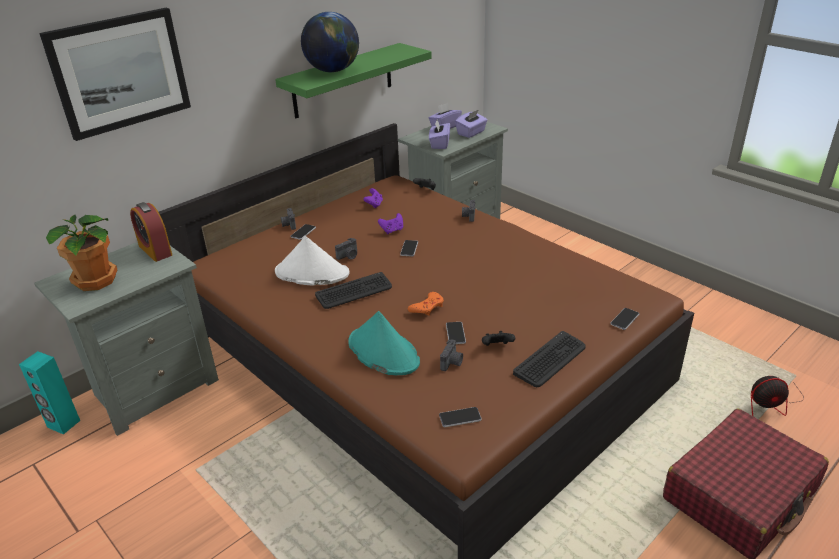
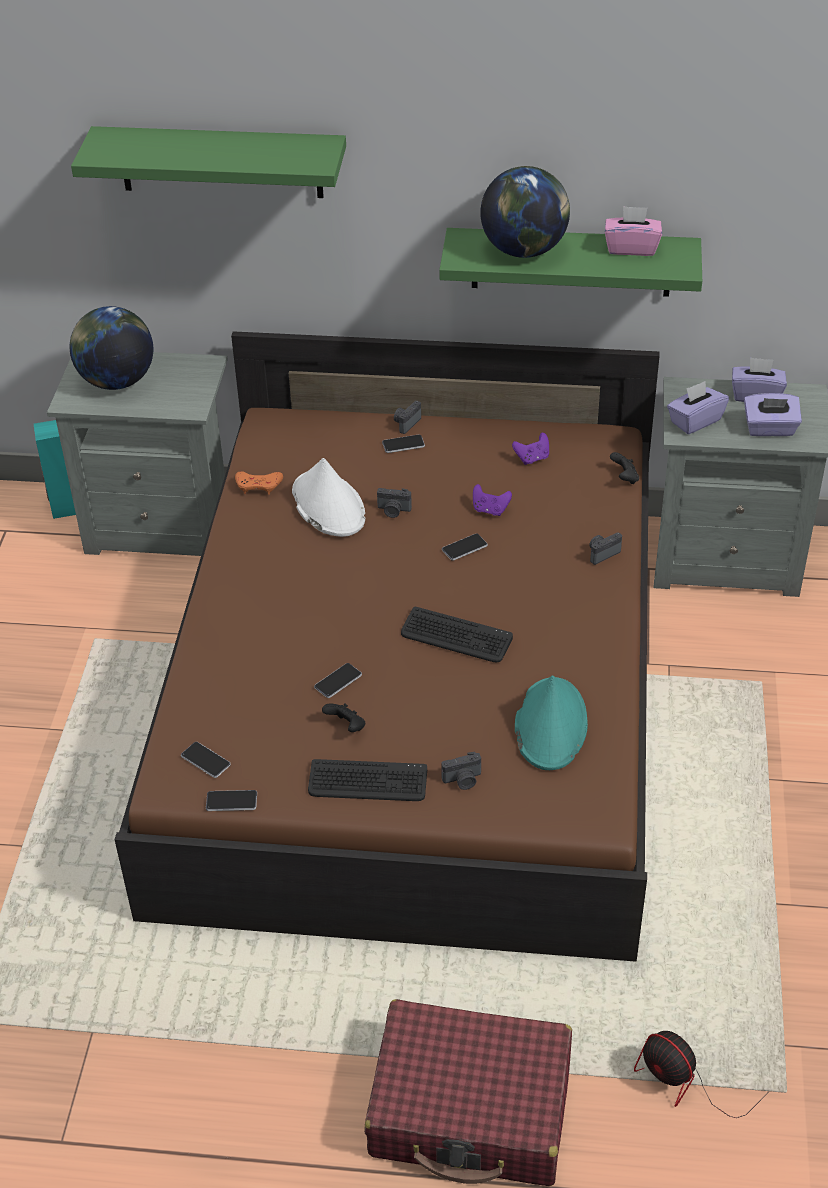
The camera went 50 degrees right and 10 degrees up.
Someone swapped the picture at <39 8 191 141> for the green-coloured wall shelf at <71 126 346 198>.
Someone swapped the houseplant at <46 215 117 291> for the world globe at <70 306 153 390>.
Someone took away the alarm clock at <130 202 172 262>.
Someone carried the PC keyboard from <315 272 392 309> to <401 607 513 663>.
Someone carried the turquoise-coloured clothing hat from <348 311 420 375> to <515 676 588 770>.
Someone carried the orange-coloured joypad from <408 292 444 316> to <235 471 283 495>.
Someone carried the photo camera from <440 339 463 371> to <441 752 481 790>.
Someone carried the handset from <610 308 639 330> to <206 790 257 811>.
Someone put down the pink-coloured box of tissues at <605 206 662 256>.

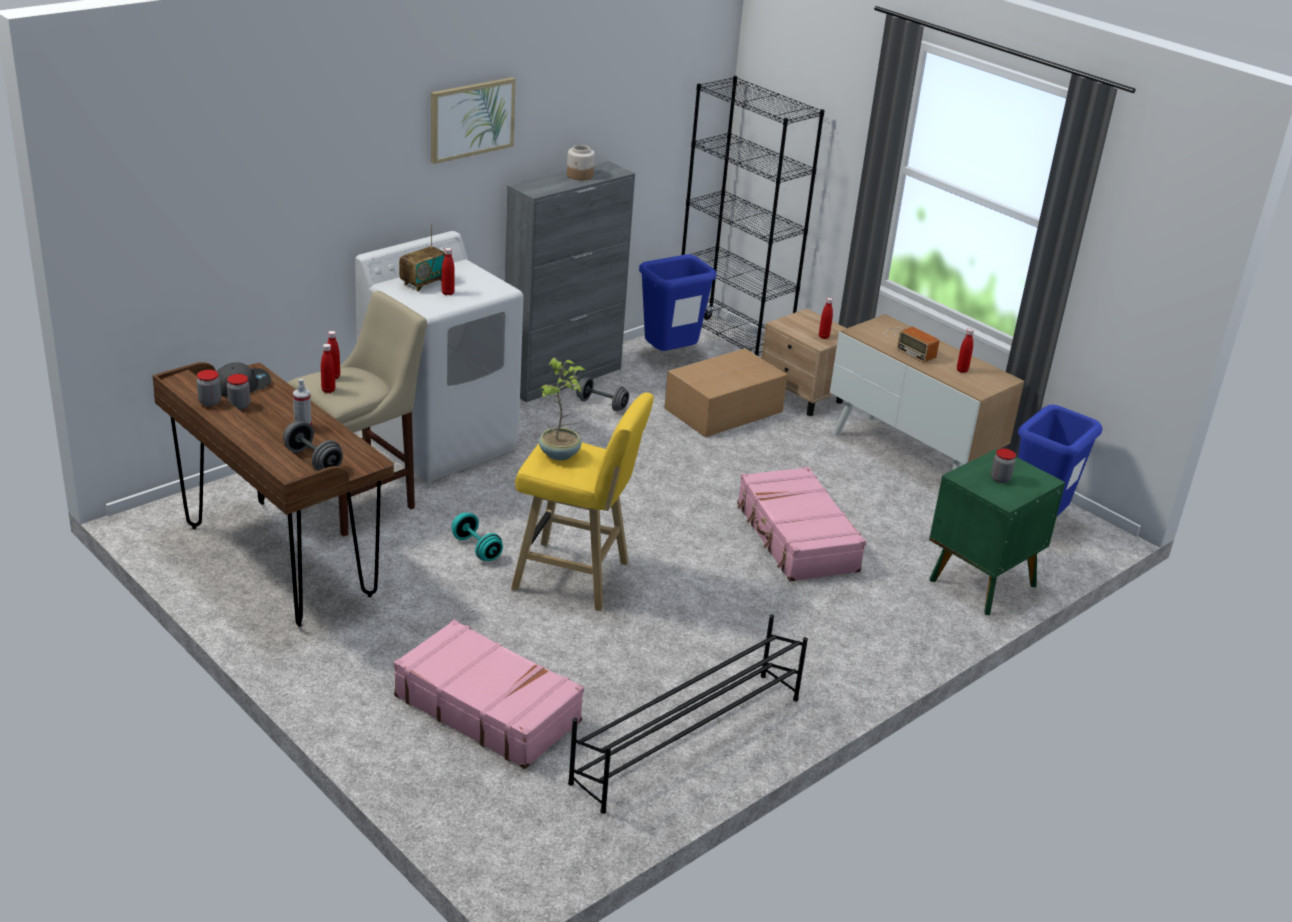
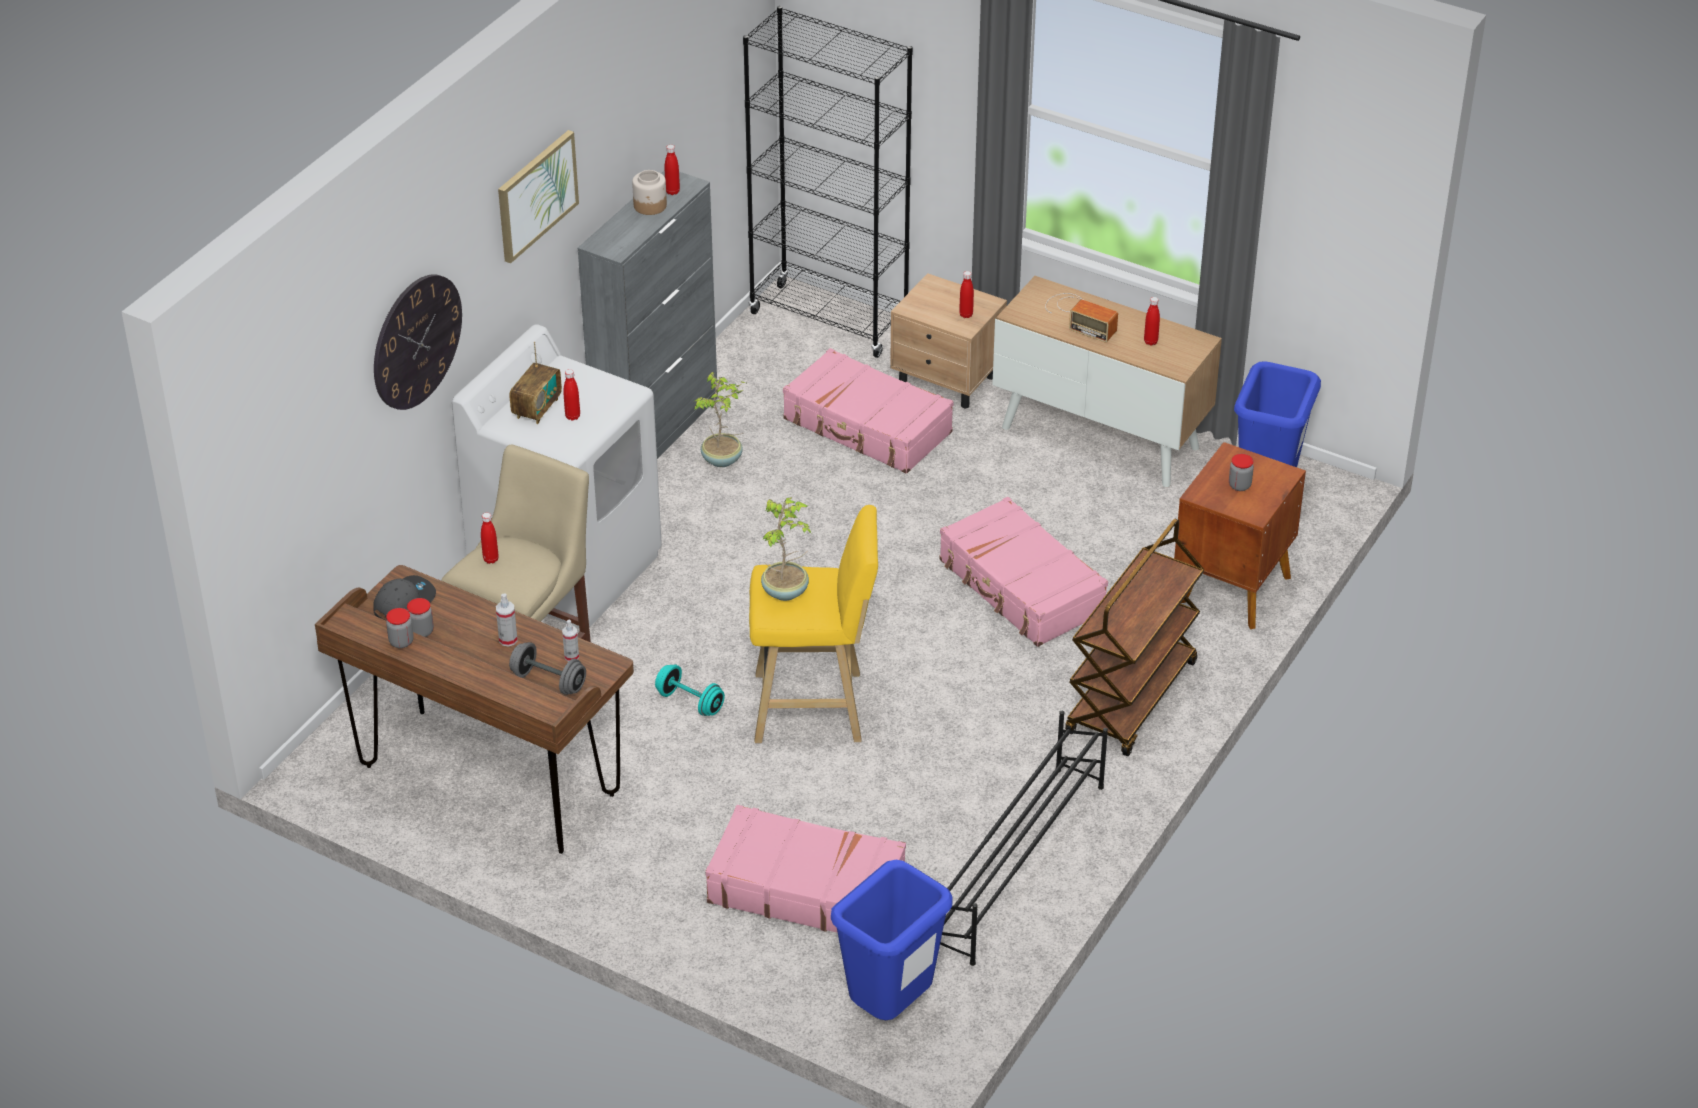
The camera went 15 degrees left and 10 degrees up.
Someone carried the reddish beverage bottle from <321 344 335 393> to <665 145 680 195>.
Someone swapped the gray free weight at <576 377 629 411> for the houseplant at <695 372 746 467>.
Someone carried the blue-coloured waste bin from <639 254 716 351> to <831 860 953 1020>.
Someone swapped the packing box at <664 348 788 437> for the pink-coloured travel case at <783 348 954 474>.
Someone repainted the green-coloured night table at <929 448 1065 615>, which became the brownish night table at <1174 442 1306 629>.
Someone put up the clock on the wall at <374 274 462 410>.
Someone put down the sprayer at <562 620 579 662>.
Someone put down the brownish trolley at <1065 519 1204 756>.

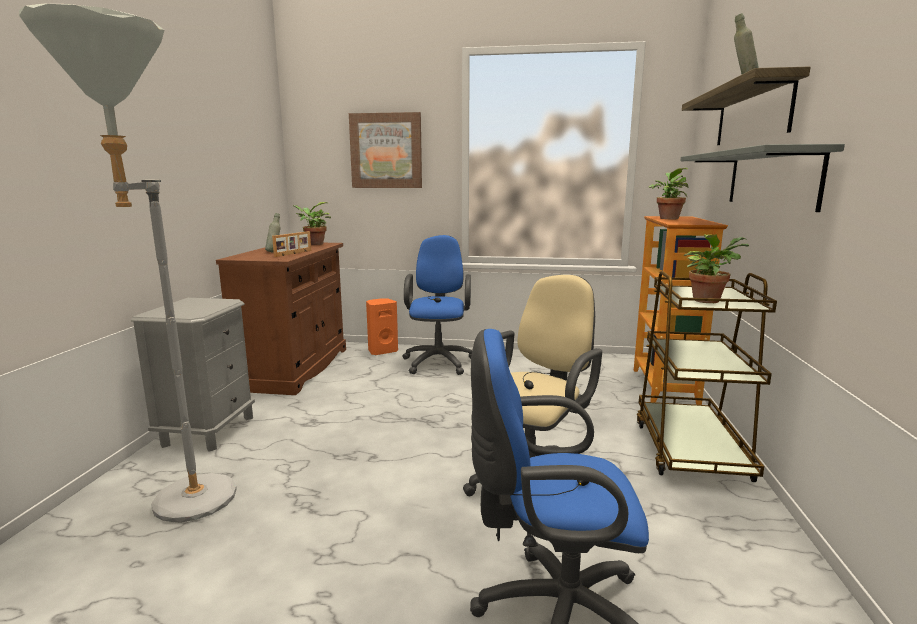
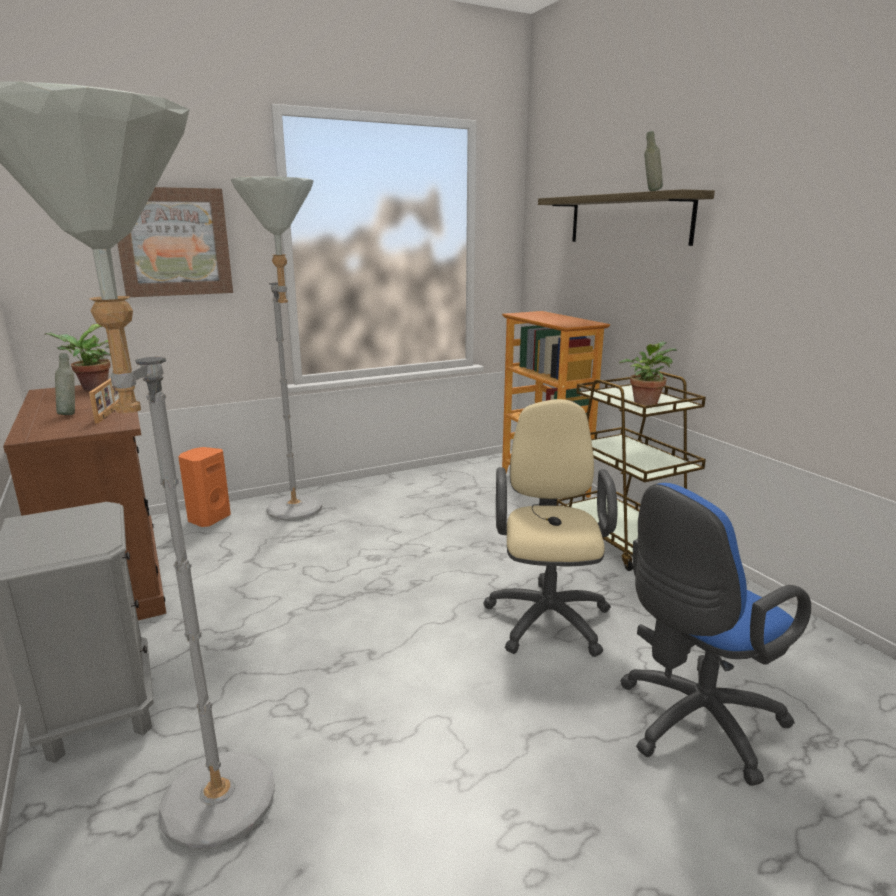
The camera went 35 degrees left and 5 degrees up.
Someone swapped the blue-coloured computer chair at <402 235 472 375> for the gray floor lamp at <231 177 322 521>.
Someone took away the houseplant at <649 168 689 219>.
Someone took away the gray wall shelf at <681 144 845 212>.

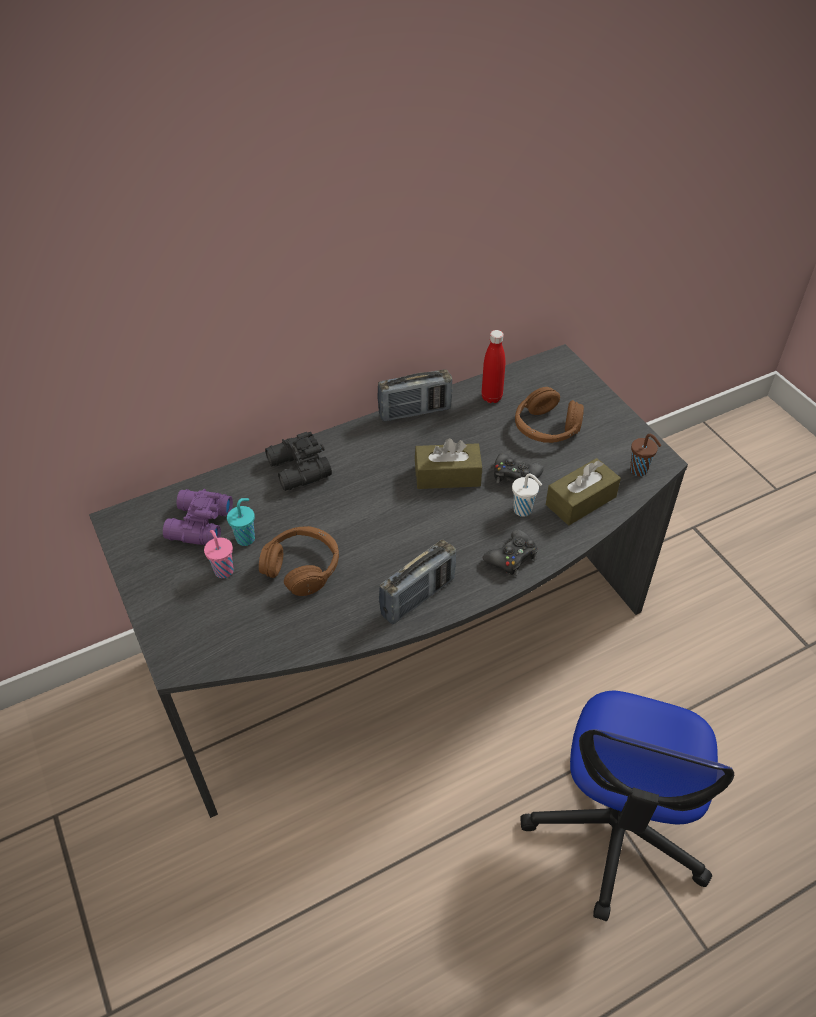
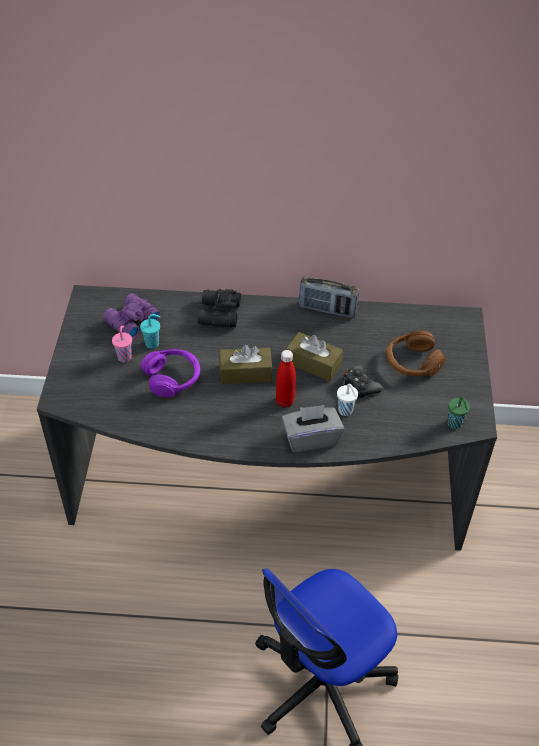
The camera went 30 degrees right and 0 degrees up.
Someone repainted the brownish headphones at <259 526 339 596>, which became the purple headphones at <140 349 200 397>.
Someone took away the radio at <379 539 456 625>.
Someone carried the reddish beverage bottle from <482 330 505 403> to <276 350 296 407>.
Someone swapped the black-coloured joypad at <483 529 538 576> for the gray box of tissues at <282 405 344 452>.
Someone carried the brownish box of tissues from <546 458 621 525> to <219 345 273 384>.
Someone repainted the brownish cup at <630 434 661 476>, which became the green-coloured cup at <447 397 470 429>.

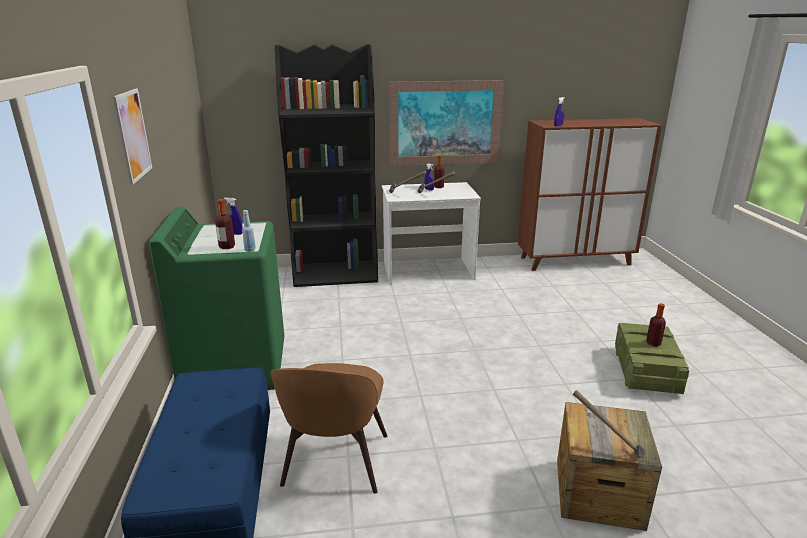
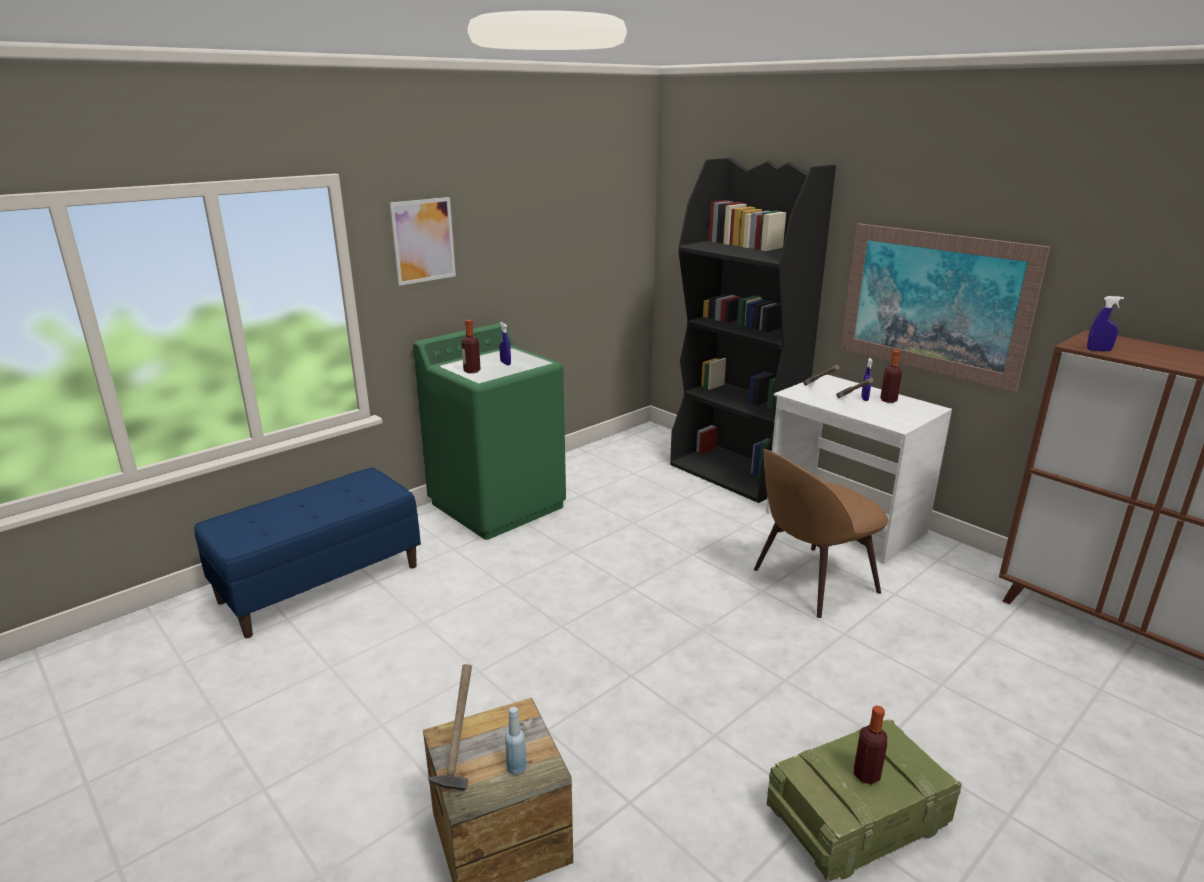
The camera went 55 degrees right and 0 degrees up.
Someone carried the blue-coloured beverage bottle from <242 210 256 252> to <505 707 527 775>.
Someone carried the brownish upright chair from <270 363 387 494> to <754 449 888 618>.

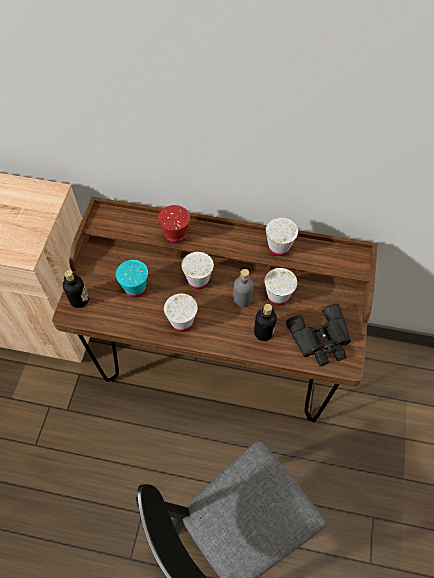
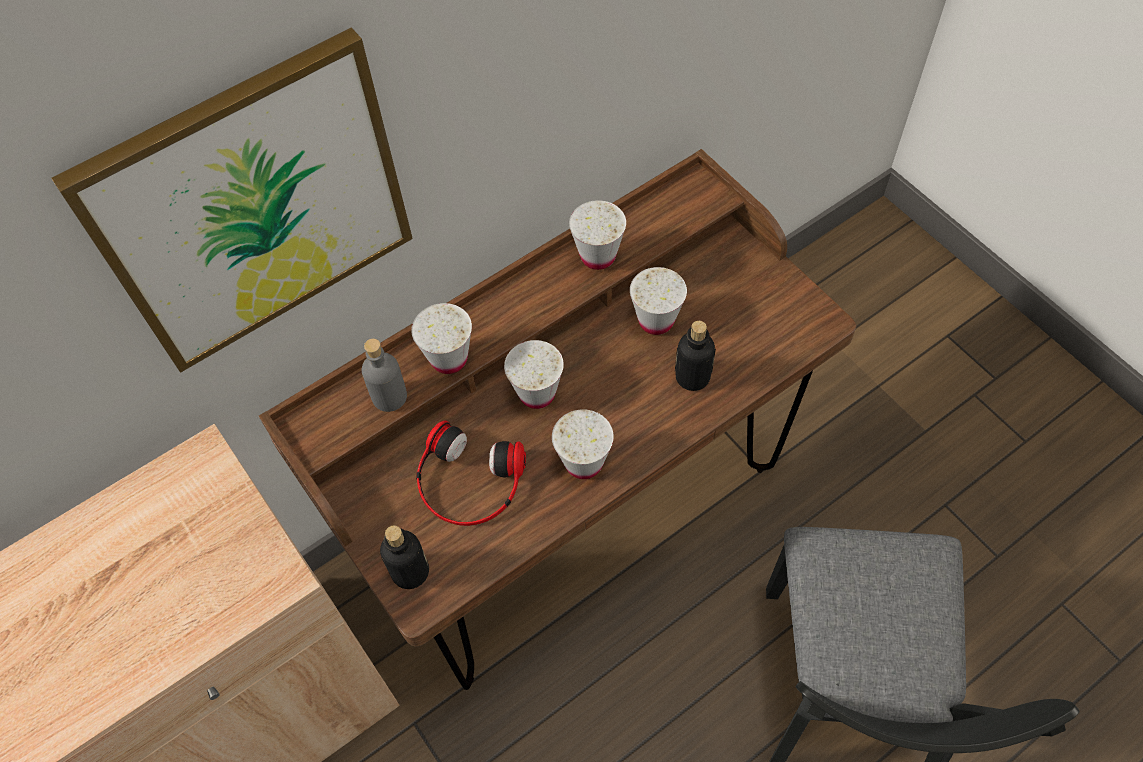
The camera went 45 degrees left and 0 degrees up.
Someone swapped the turquoise-coloured cup at <115 260 148 297> for the headphones at <416 421 526 526>.
Someone repainted the reddish cup at <158 205 190 243>, which became the whitish cup at <411 303 472 374>.
Someone carried the gray beverage bottle from <233 269 254 308> to <362 339 407 412>.
Someone took away the black-coloured binoculars at <286 304 351 366>.
Someone put up the picture at <51 28 413 373>.

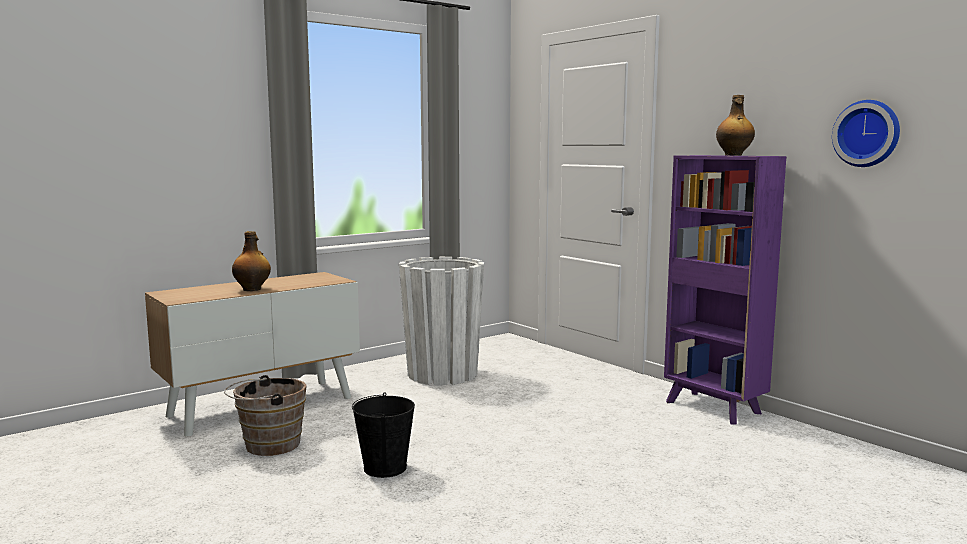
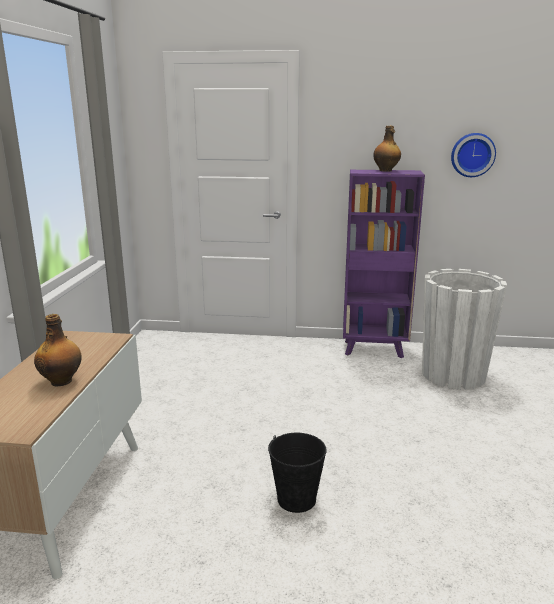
The camera went 45 degrees left and 10 degrees up.
Someone took away the brownish pail at <224 375 307 456>.
Someone carried the whitish planter from <399 257 484 385> to <422 269 507 390>.

